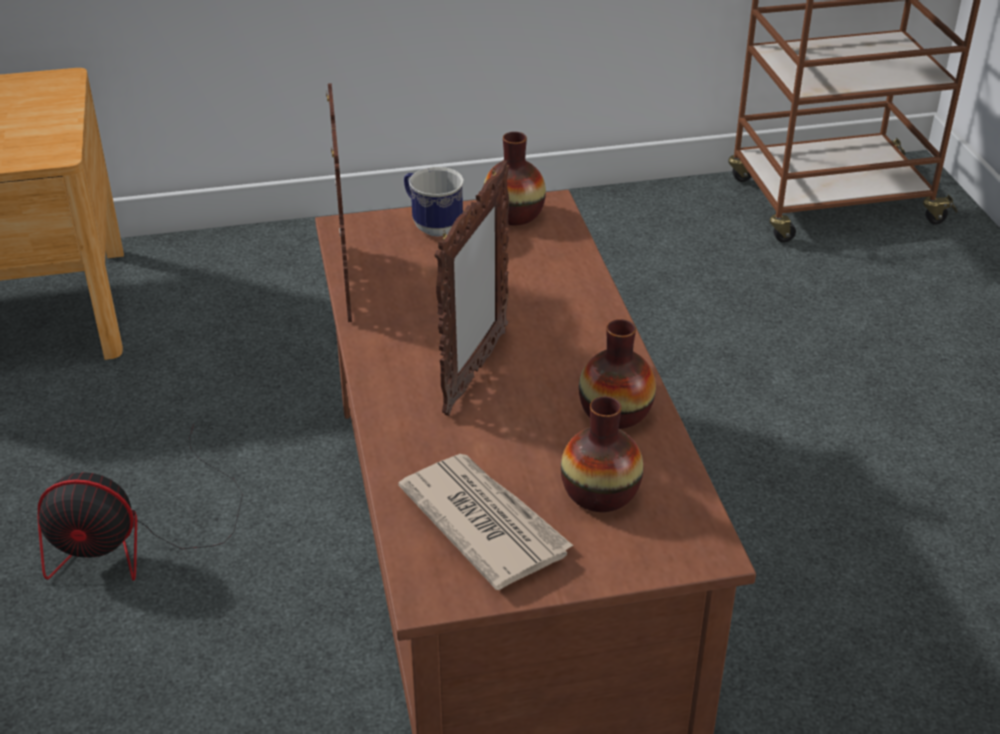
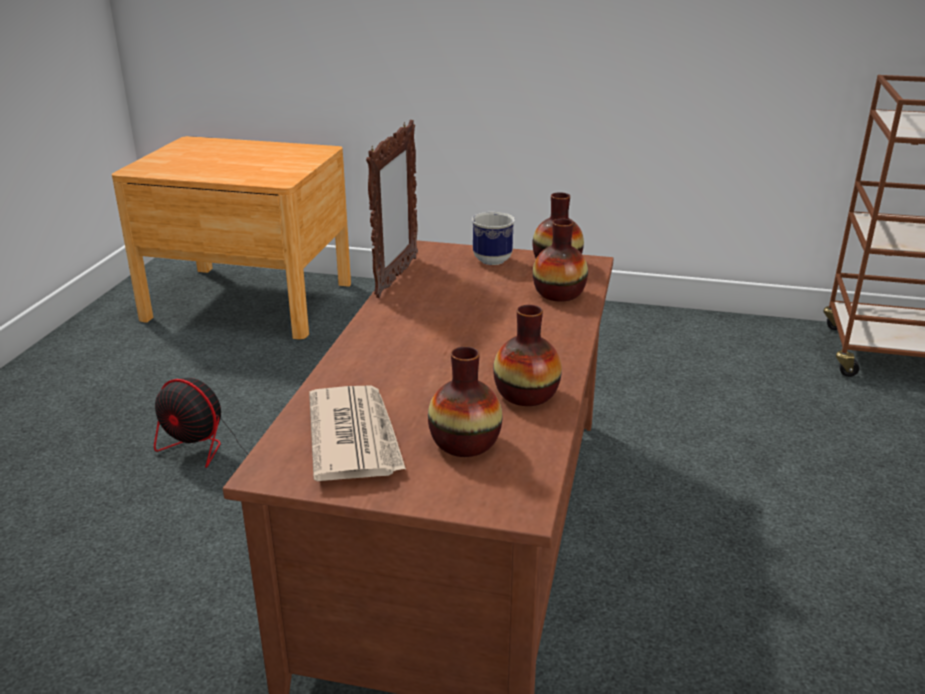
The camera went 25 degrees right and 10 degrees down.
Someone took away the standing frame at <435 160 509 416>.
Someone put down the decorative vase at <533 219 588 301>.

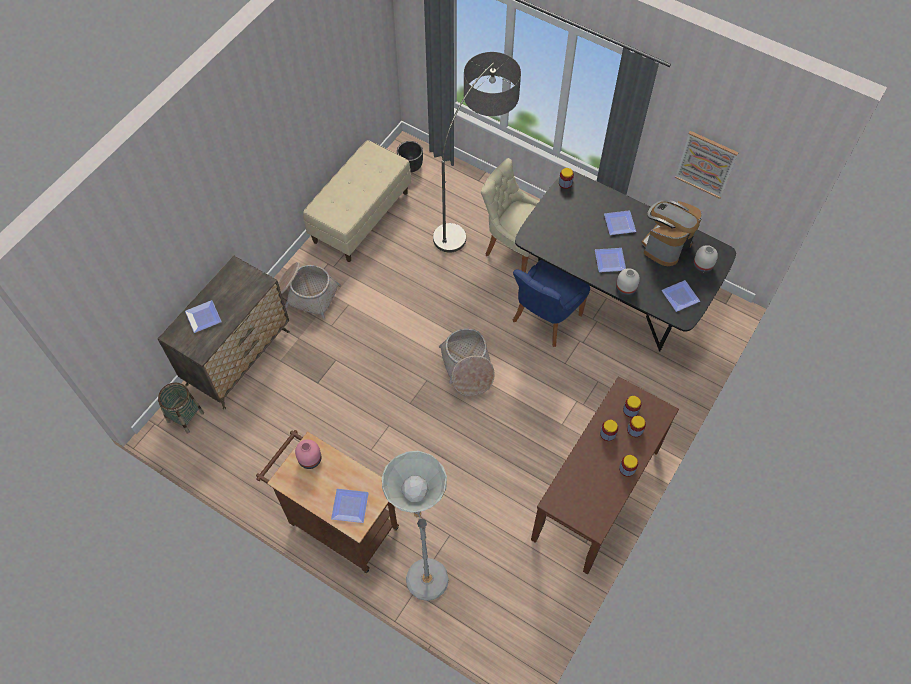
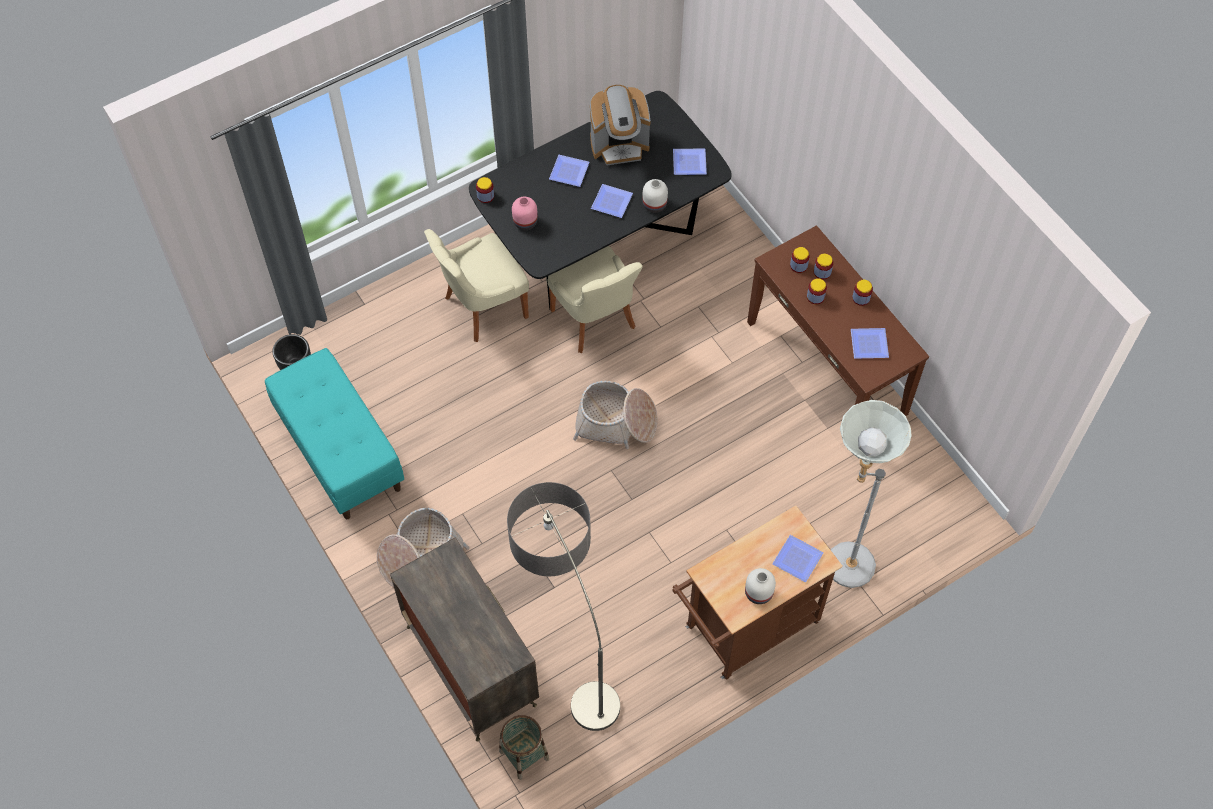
The camera went 65 degrees left and 0 degrees up.
Someone carried the dinner plate from <185 300 222 333> to <851 328 889 359>.
Someone carried the pink-coloured decorative vase from <295 439 321 469> to <512 197 538 230>.
Someone repainted the sand-coloured bench at <303 140 411 262>, which became the turquoise-coloured bench at <265 348 404 519>.
Someone carried the floor lamp from <433 52 521 253> to <507 482 620 731>.
Someone repainted the blue-coloured upright chair at <513 260 590 347>, which became the sand-coloured upright chair at <546 246 643 353>.
Someone rotated the coffee maker at <641 200 702 266> by 75 degrees counterclockwise.
Someone took away the picture at <675 131 739 199>.
Someone carried the whitish decorative vase from <693 245 718 273> to <745 568 776 604>.

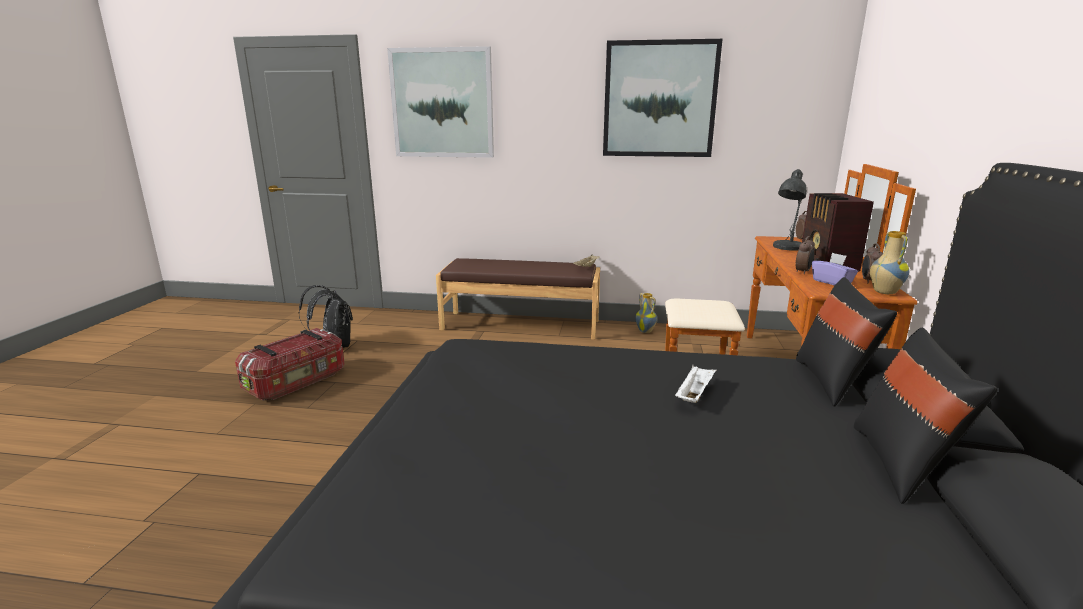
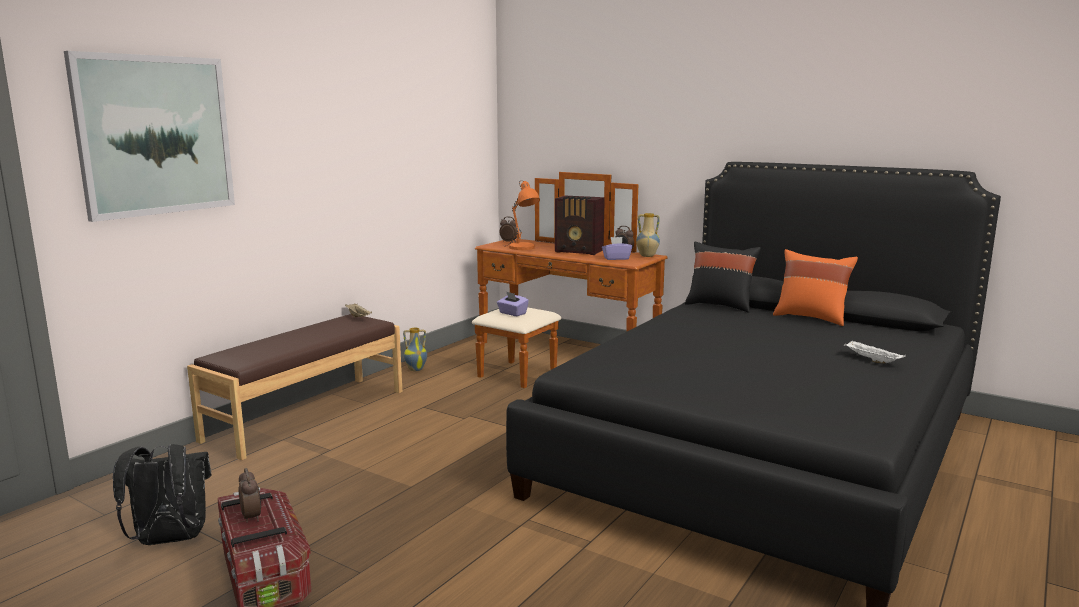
The camera went 65 degrees left and 5 degrees down.
Someone took away the picture at <603 39 722 157>.
Someone carried the whitish carrying tray from <675 365 717 403> to <844 340 906 363>.
Someone repainted the gray lamp for a table at <773 169 807 251>, which became the orange-coloured lamp for a table at <507 181 540 250>.
Someone carried the alarm clock from <796 236 815 274> to <238 468 261 523>.
Someone repainted the black-coloured throw pillow at <854 328 998 504>, which became the orange-coloured throw pillow at <773 249 858 326>.
Someone put down the purple box of tissues at <497 291 529 316>.

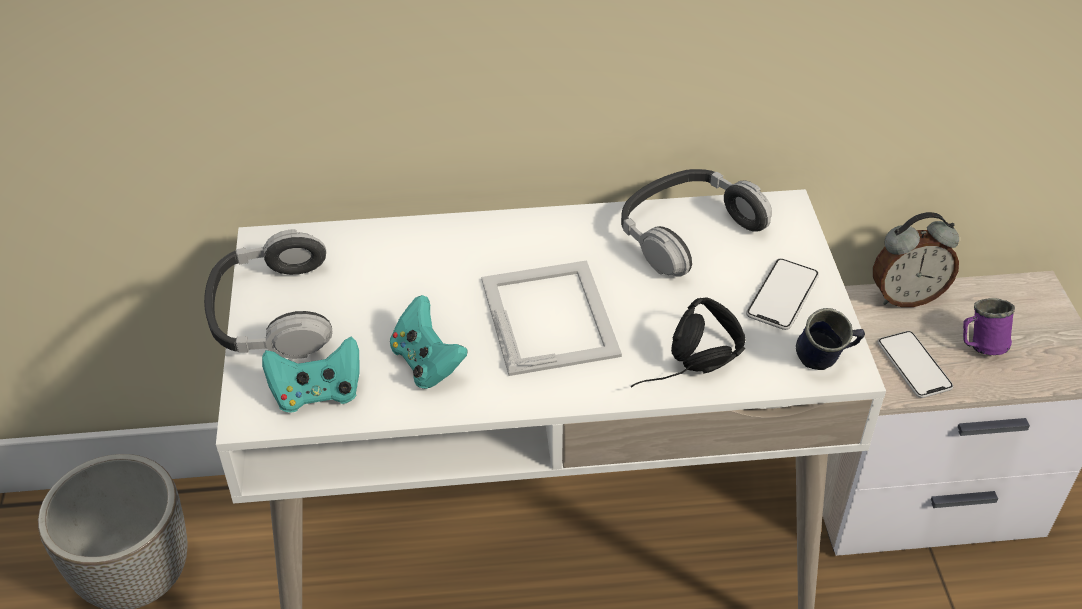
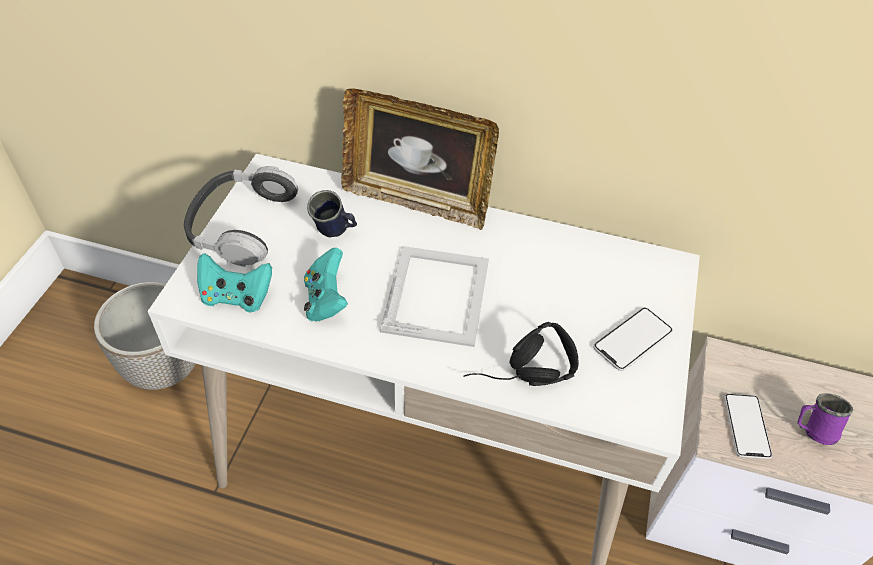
The camera went 20 degrees right and 5 degrees up.
Someone took away the headphones at <621 169 772 276>.
Someone carried the blue-coloured coffee mug from <796 308 865 370> to <307 190 357 237>.
Someone took away the alarm clock at <873 212 959 307>.
Someone put down the standing frame at <341 89 499 230>.

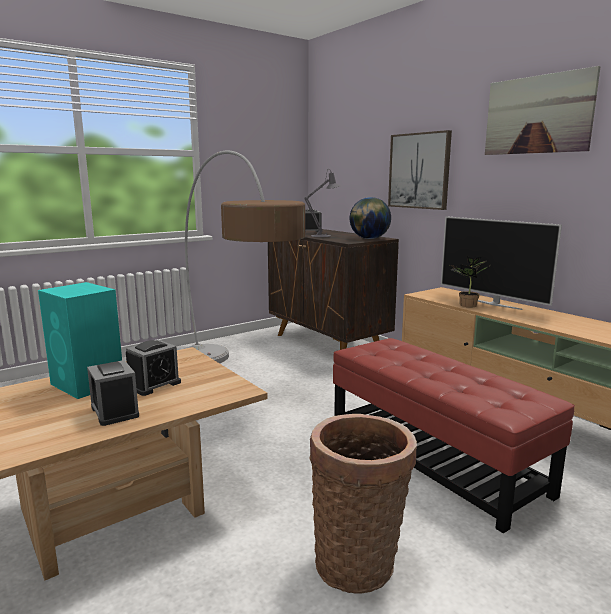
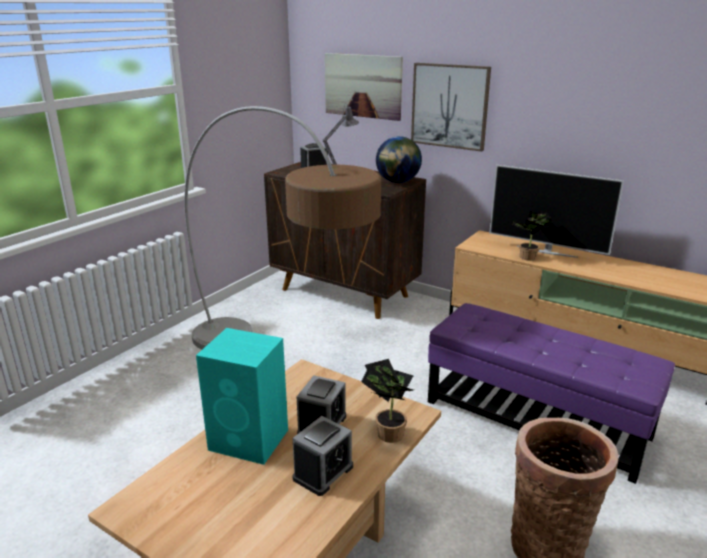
The camera went 20 degrees left and 10 degrees up.
Someone rotated the alarm clock at <87 360 139 426> by 90 degrees counterclockwise.
Someone repainted the reddish ottoman at <333 338 575 534>, which became the purple ottoman at <428 303 675 484>.
Someone carried the picture from <485 66 601 155> to <325 53 403 121>.
Someone put down the houseplant at <361 359 415 443>.

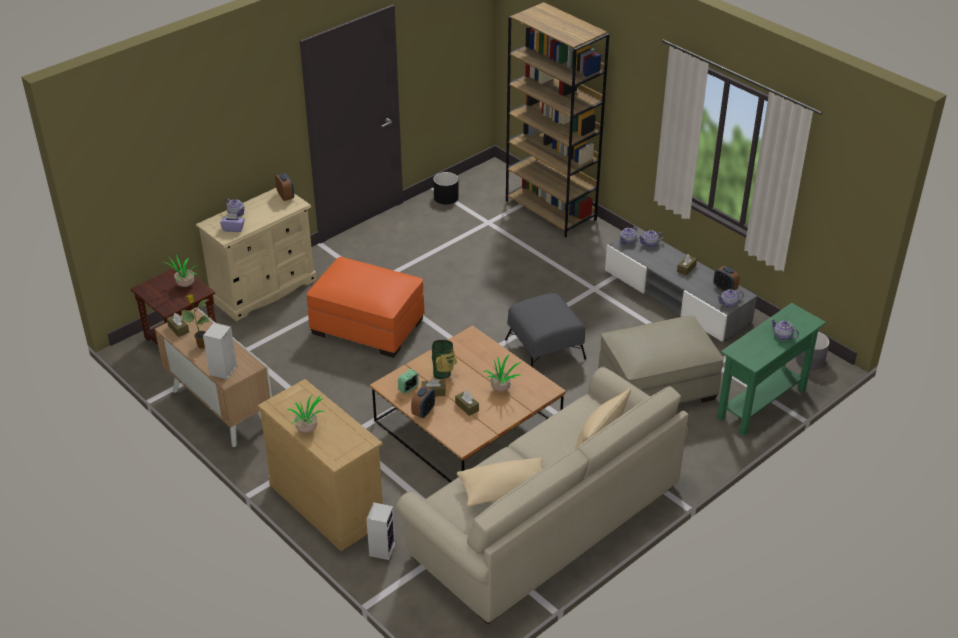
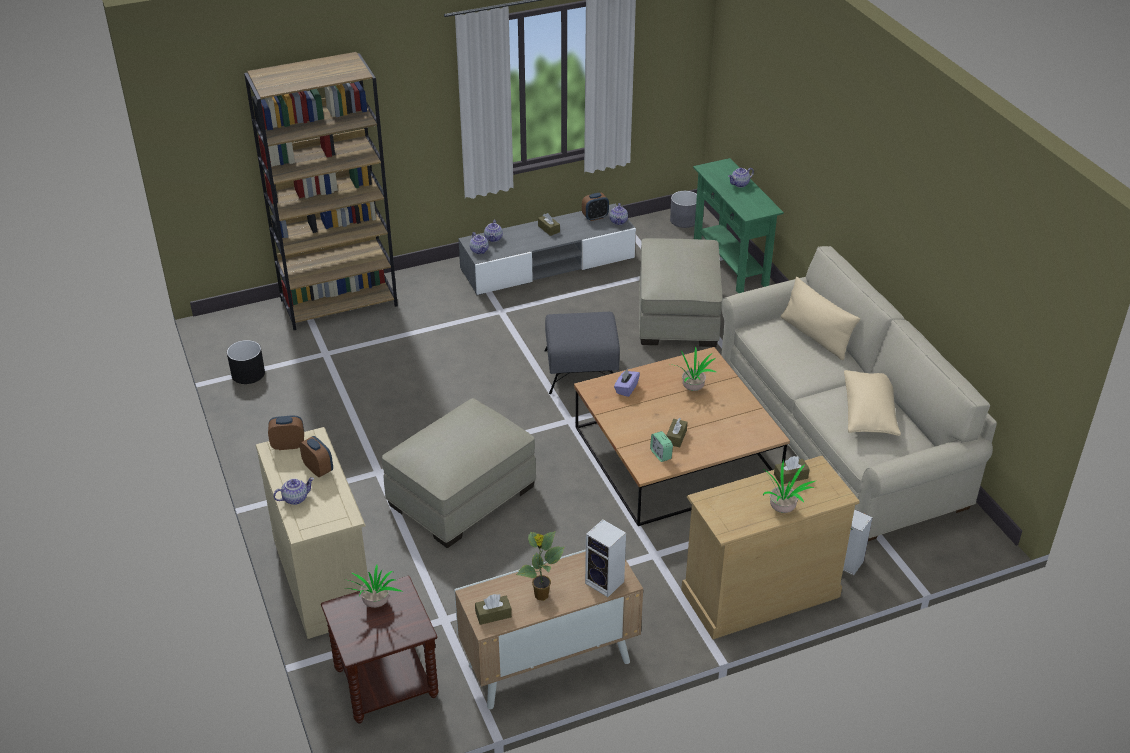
The camera went 70 degrees left and 0 degrees up.
Someone carried the purple box of tissues from <220 213 245 232> to <614 369 640 397>.
Someone repainted the orange-coloured ottoman at <307 257 425 358>, which became the sand-coloured ottoman at <382 398 537 548>.
Someone carried the alarm clock from <411 386 435 418> to <300 436 333 477>.
Someone took away the decorative vase at <432 340 457 379>.
Someone carried the brownish box of tissues from <455 391 479 416> to <774 456 810 485>.

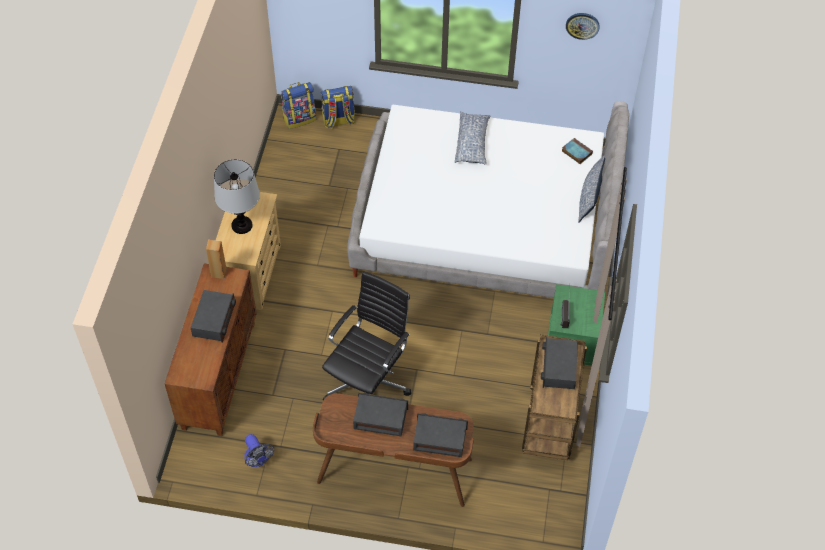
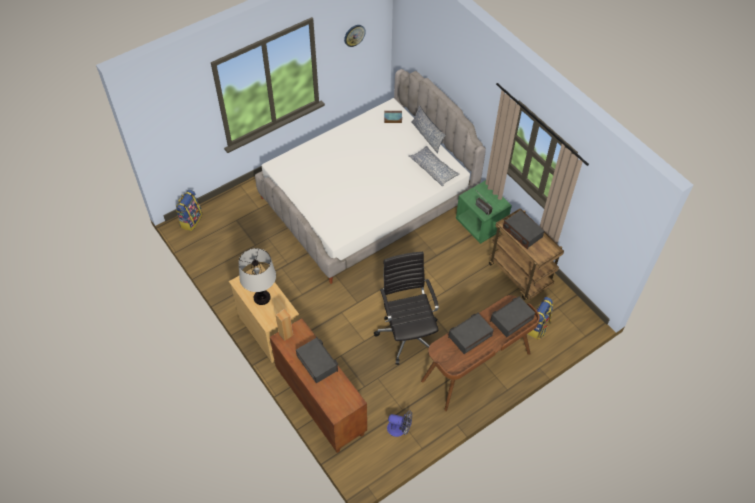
The camera went 45 degrees left and 0 degrees up.
Someone carried the backpack from <321 86 355 128> to <527 297 554 339>.
Someone carried the throw pillow from <455 111 491 165> to <409 146 460 187>.

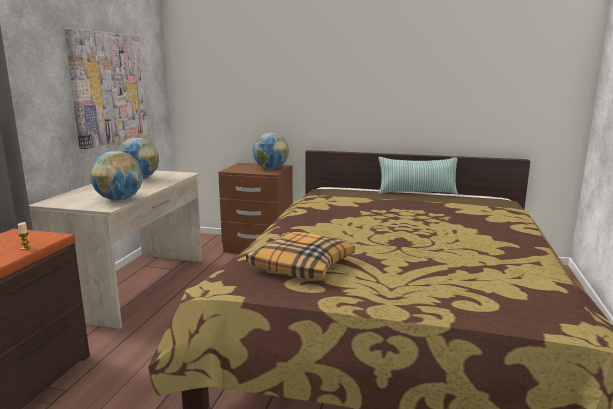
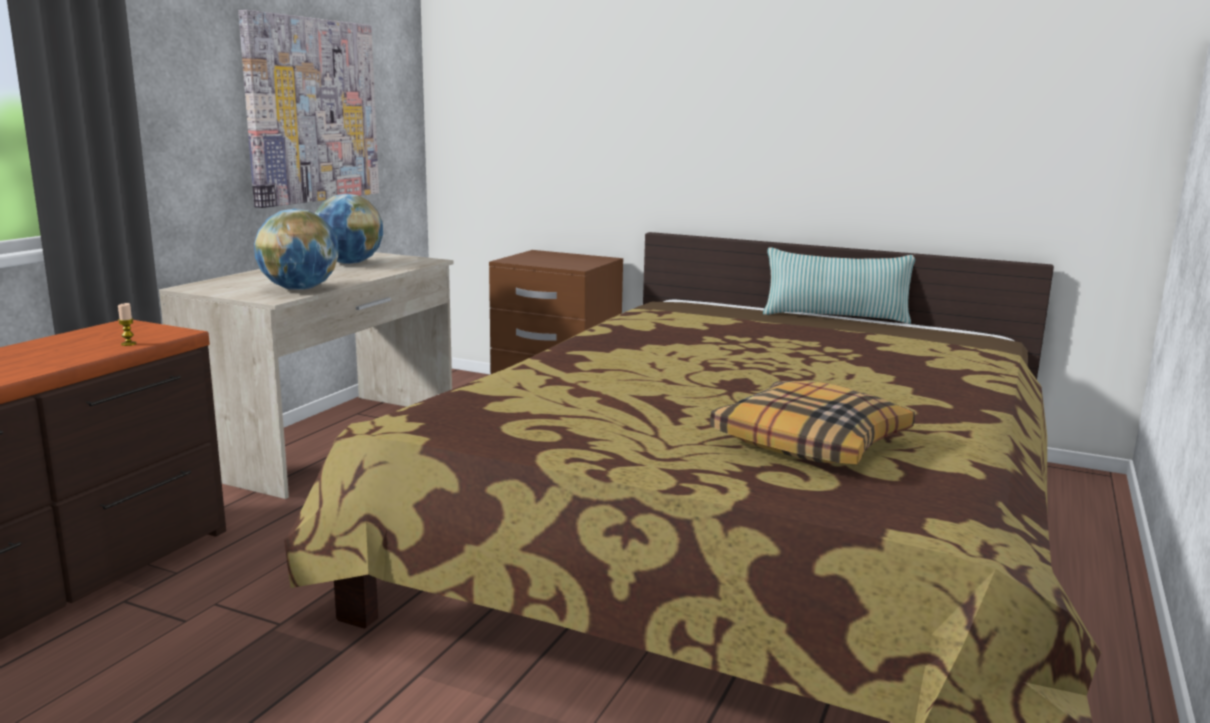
The camera went 10 degrees right and 0 degrees up.
Someone carried the throw pillow from <246 232 355 279> to <710 381 915 465>.
Someone took away the world globe at <252 132 289 169>.

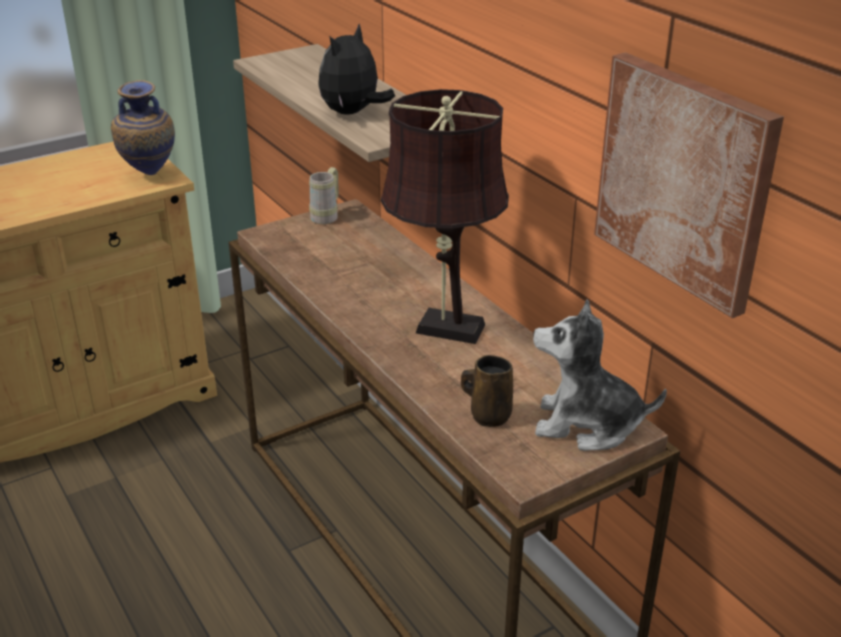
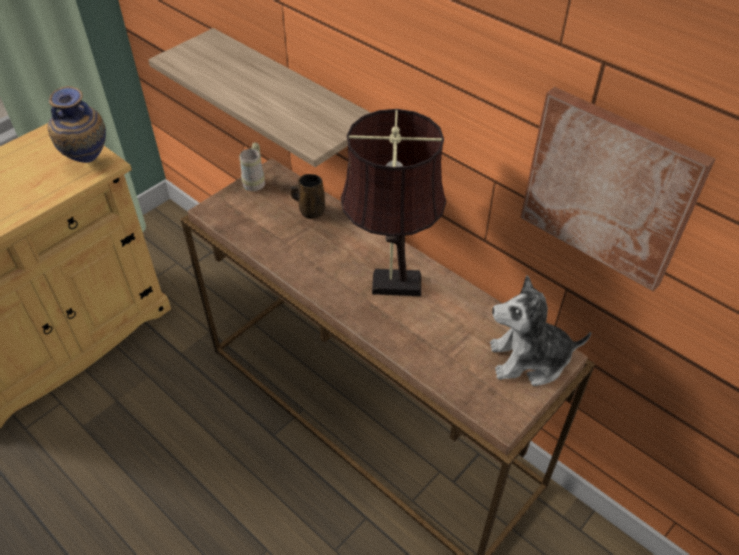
The camera went 15 degrees left and 15 degrees up.
Someone took away the plush toy at <318 24 395 115>.
Someone carried the brownish coffee mug from <461 355 513 427> to <290 174 325 219>.

